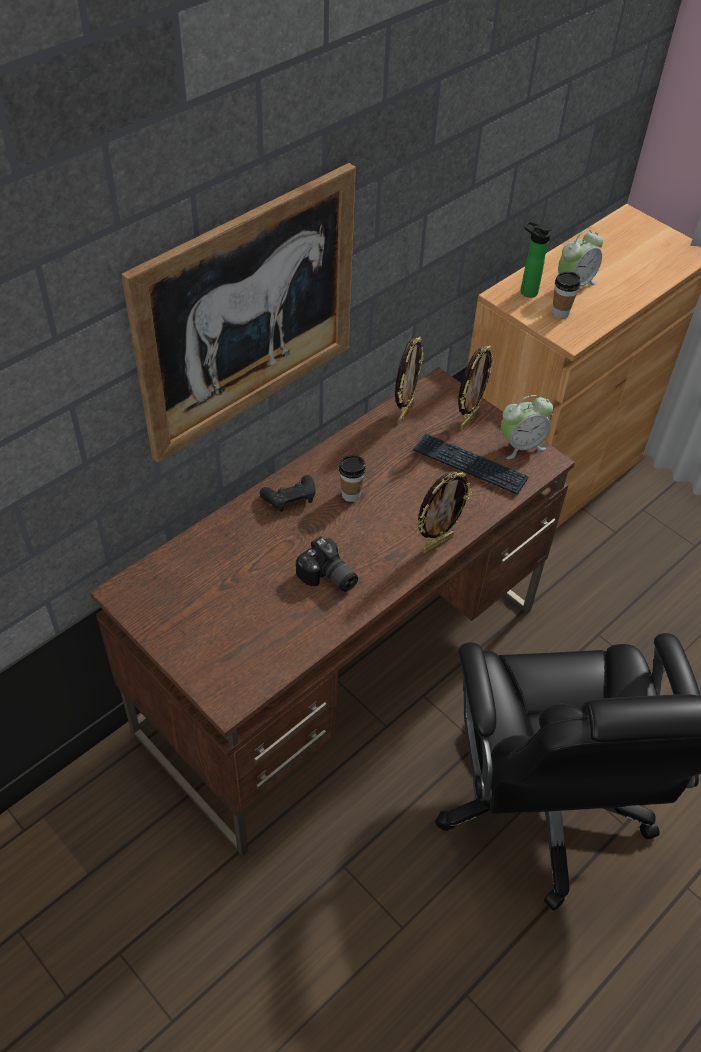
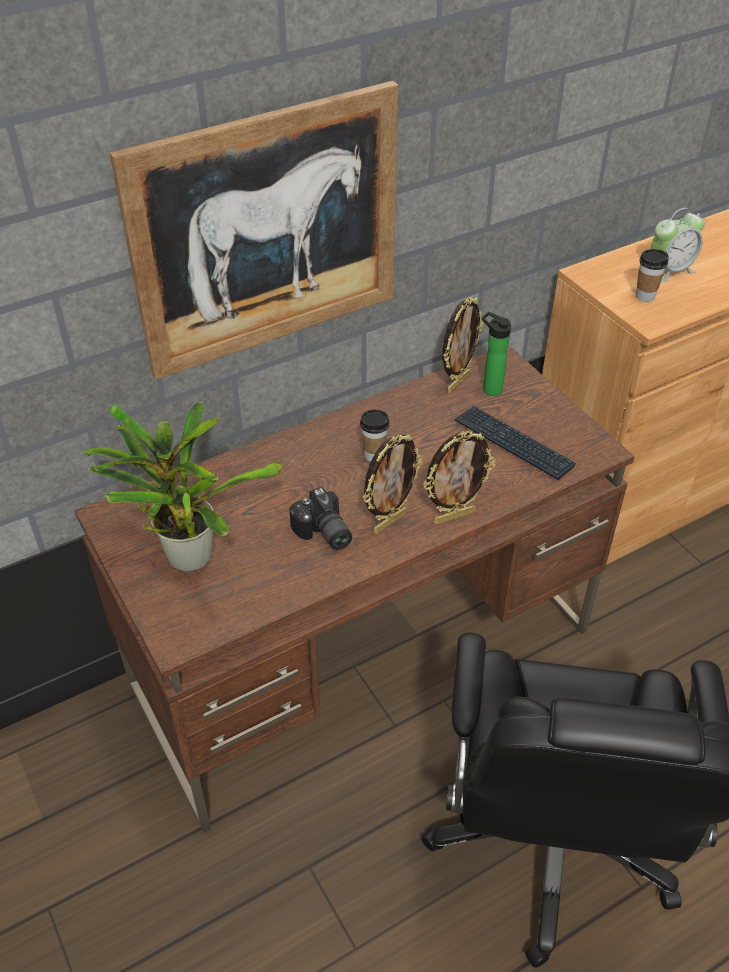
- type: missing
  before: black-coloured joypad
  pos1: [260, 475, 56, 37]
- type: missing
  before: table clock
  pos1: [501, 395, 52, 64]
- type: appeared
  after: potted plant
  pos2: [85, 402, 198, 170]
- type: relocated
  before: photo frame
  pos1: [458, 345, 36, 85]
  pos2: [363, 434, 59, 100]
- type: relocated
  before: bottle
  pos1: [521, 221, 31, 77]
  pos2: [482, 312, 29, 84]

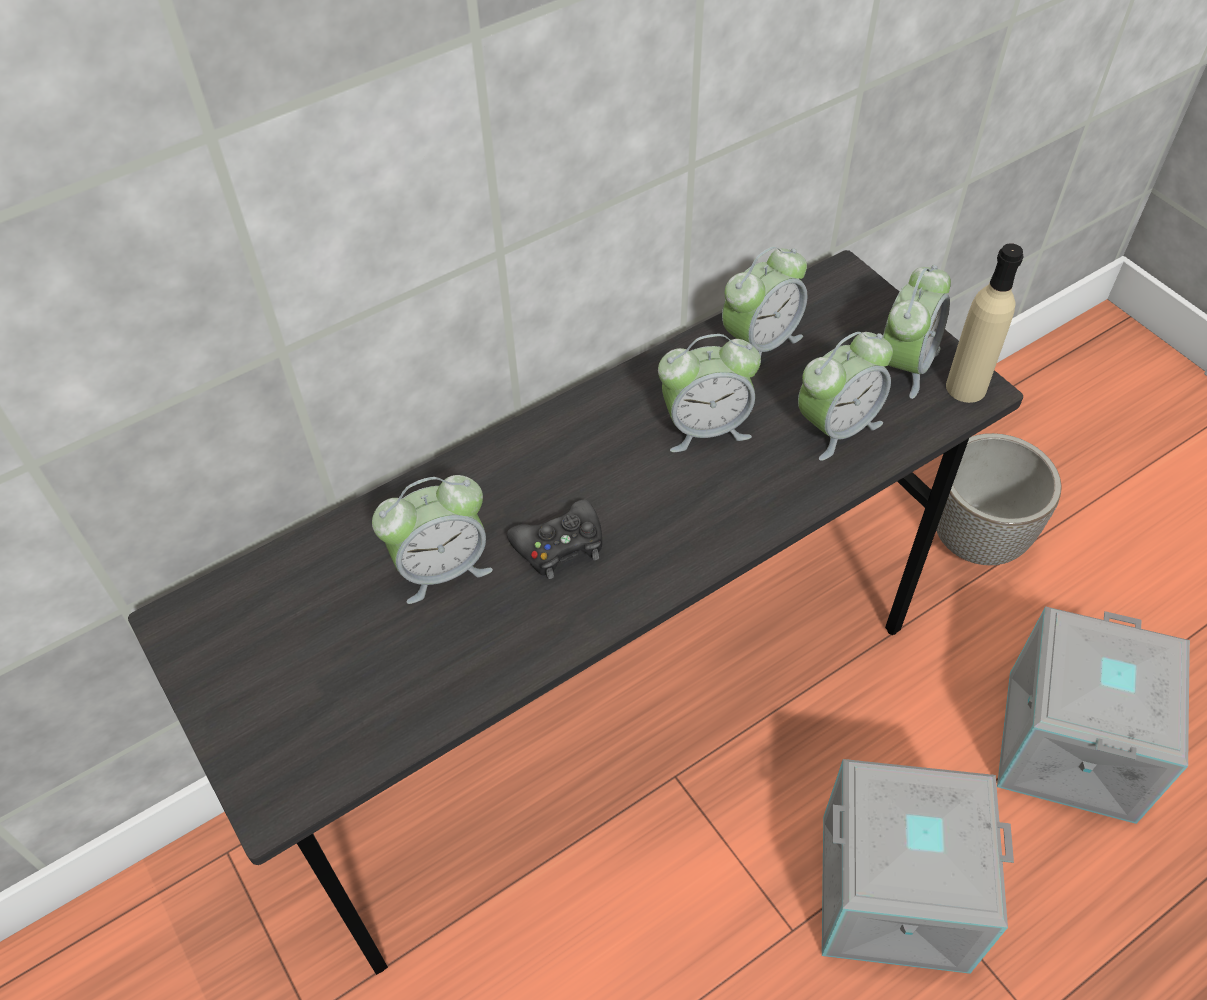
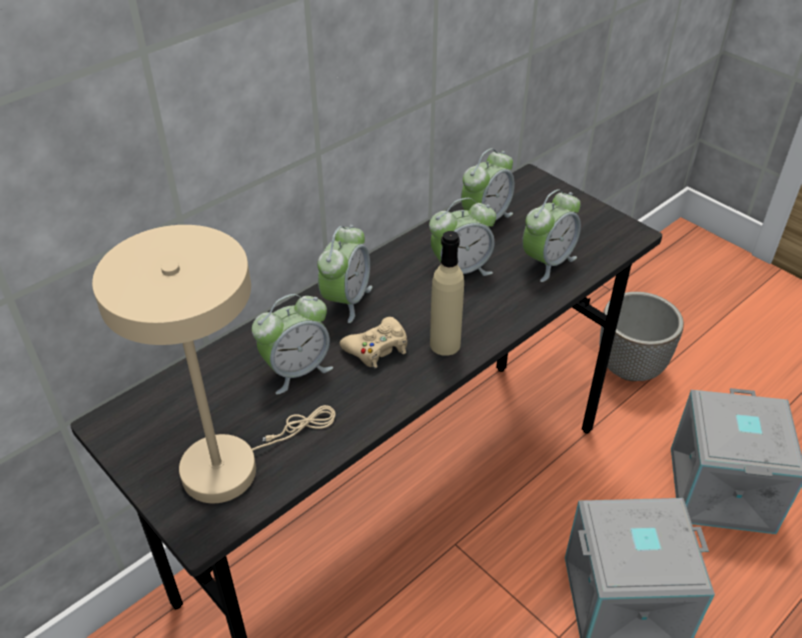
- type: appeared
  after: beige tabletop lamp
  pos2: [92, 225, 244, 278]
- type: relocated
  before: table clock
  pos1: [883, 265, 68, 134]
  pos2: [317, 225, 55, 98]
- type: relocated
  before: beige bottle
  pos1: [946, 243, 78, 160]
  pos2: [430, 231, 34, 125]
- type: colour
  before: black-coloured joypad
  after: beige joypad
  pos1: [507, 500, 95, 79]
  pos2: [340, 317, 67, 52]

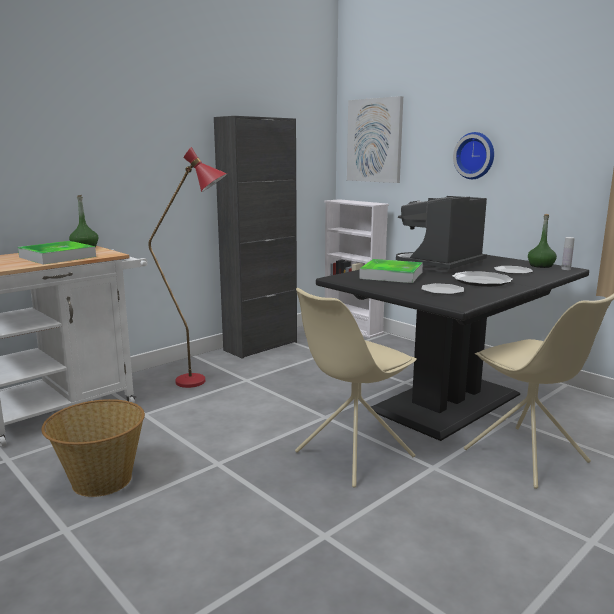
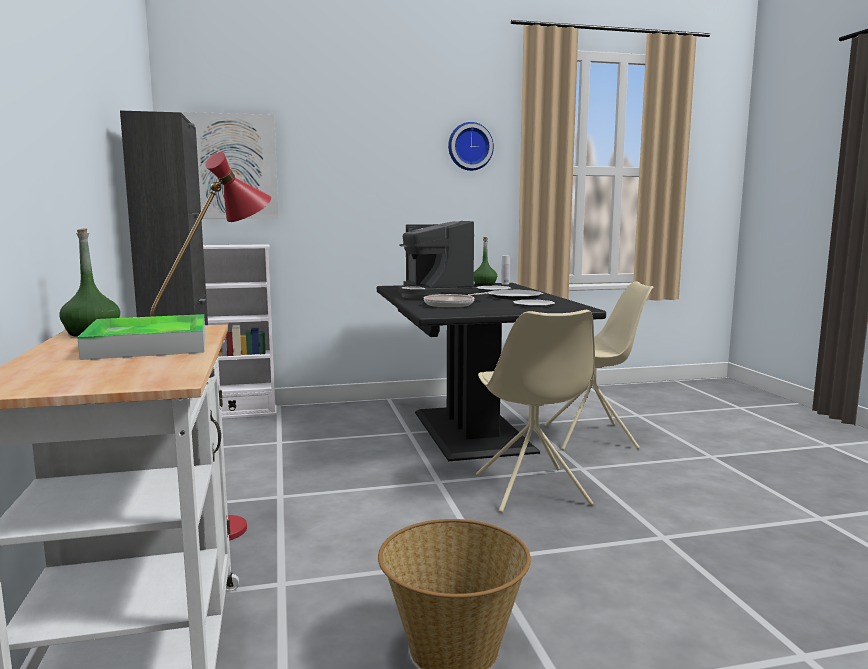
- type: relocated
  before: clock on the wall
  pos1: [453, 132, 41, 47]
  pos2: [448, 122, 46, 49]
- type: exchanged
  before: serving tray
  after: pan
  pos1: [359, 259, 64, 24]
  pos2: [424, 292, 65, 16]

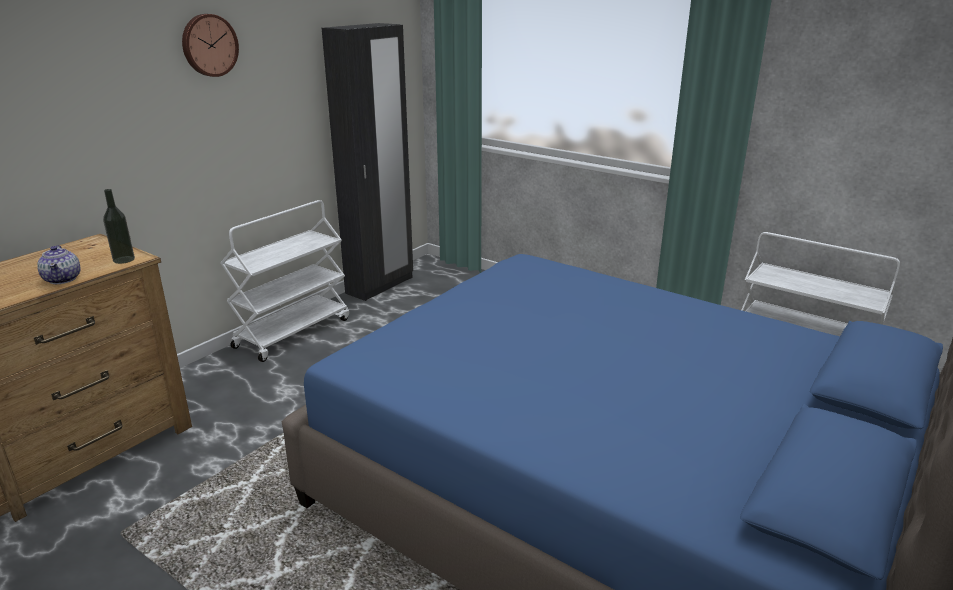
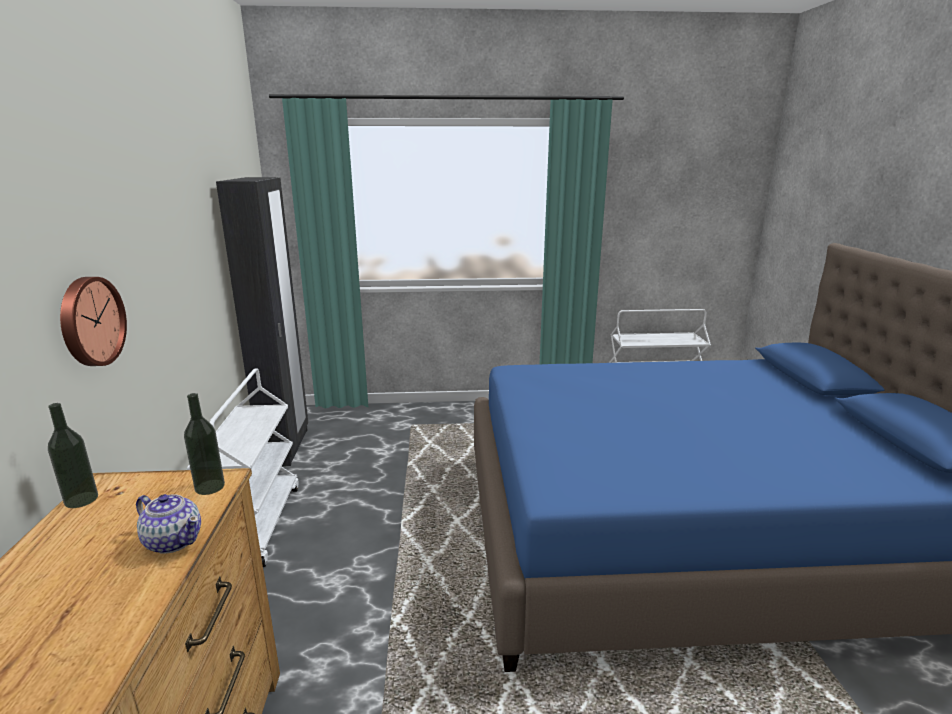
- type: appeared
  after: bottle
  pos2: [48, 403, 50, 105]
- type: relocated
  before: clock on the wall
  pos1: [182, 14, 57, 63]
  pos2: [60, 277, 67, 89]

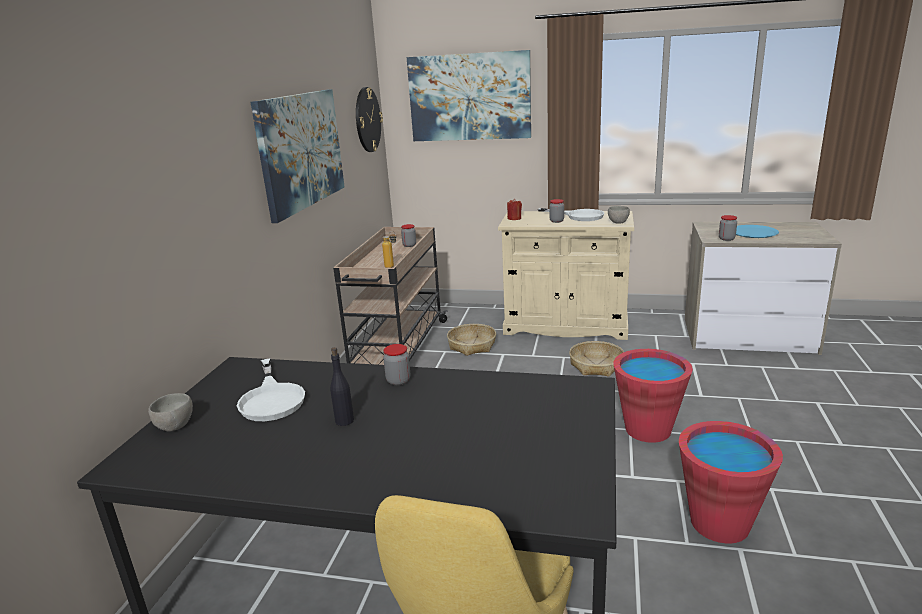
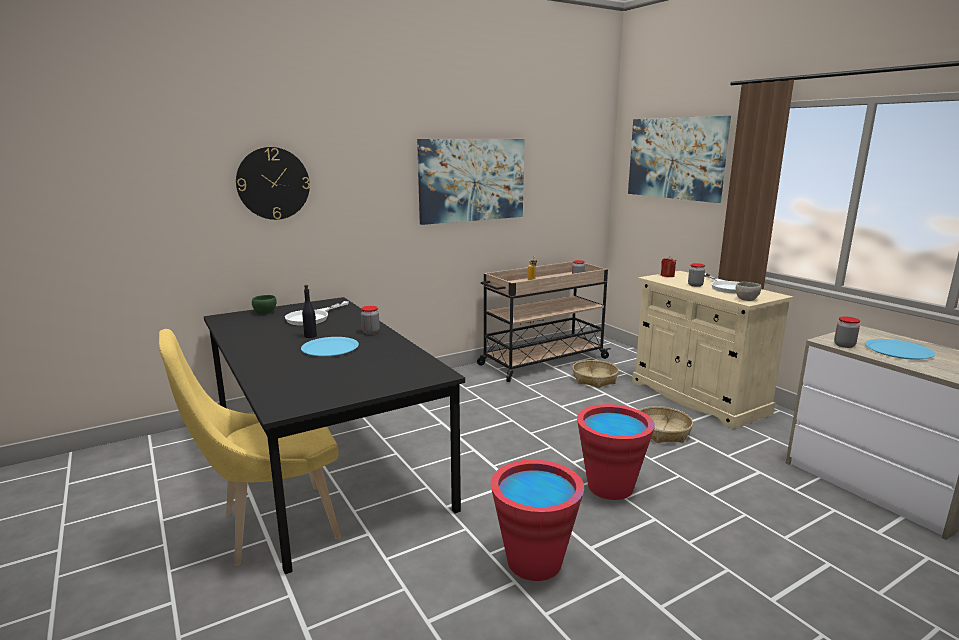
- type: appeared
  after: bluish flat dish
  pos2: [301, 337, 58, 20]
- type: relocated
  before: clock on the wall
  pos1: [356, 87, 27, 65]
  pos2: [236, 147, 74, 73]
- type: colour
  before: greyish serving bowl
  after: green serving bowl
  pos1: [148, 393, 45, 39]
  pos2: [252, 295, 25, 19]

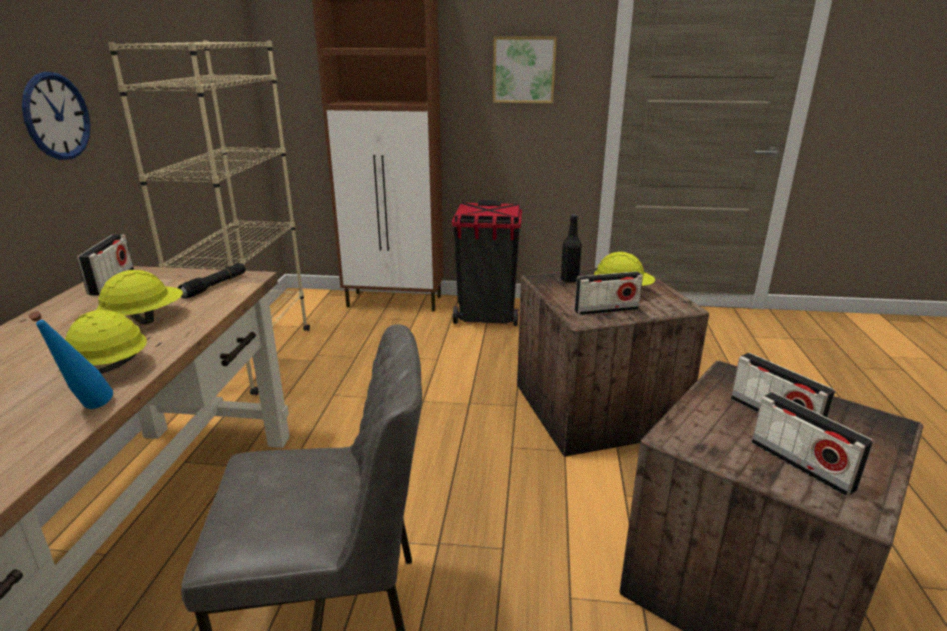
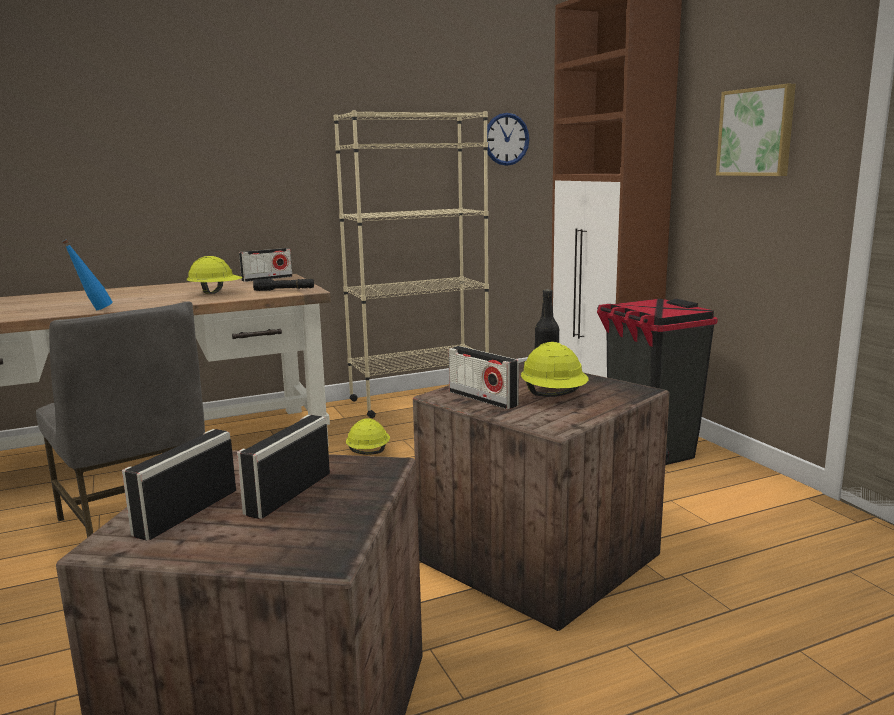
- type: relocated
  before: clock on the wall
  pos1: [22, 72, 68, 88]
  pos2: [487, 113, 42, 53]
- type: relocated
  before: yellow work helmet
  pos1: [65, 310, 82, 63]
  pos2: [346, 418, 44, 37]

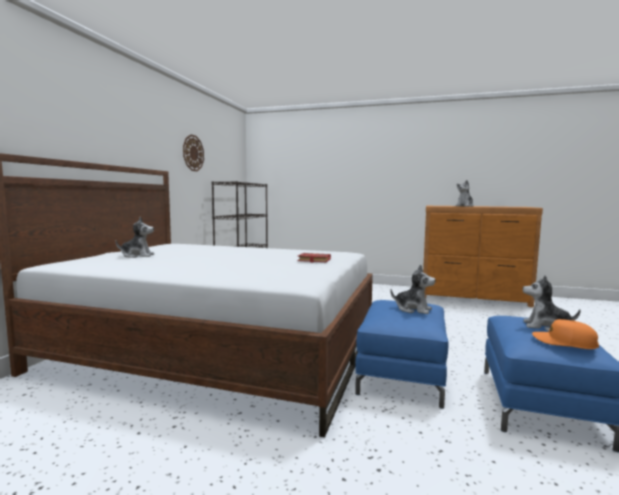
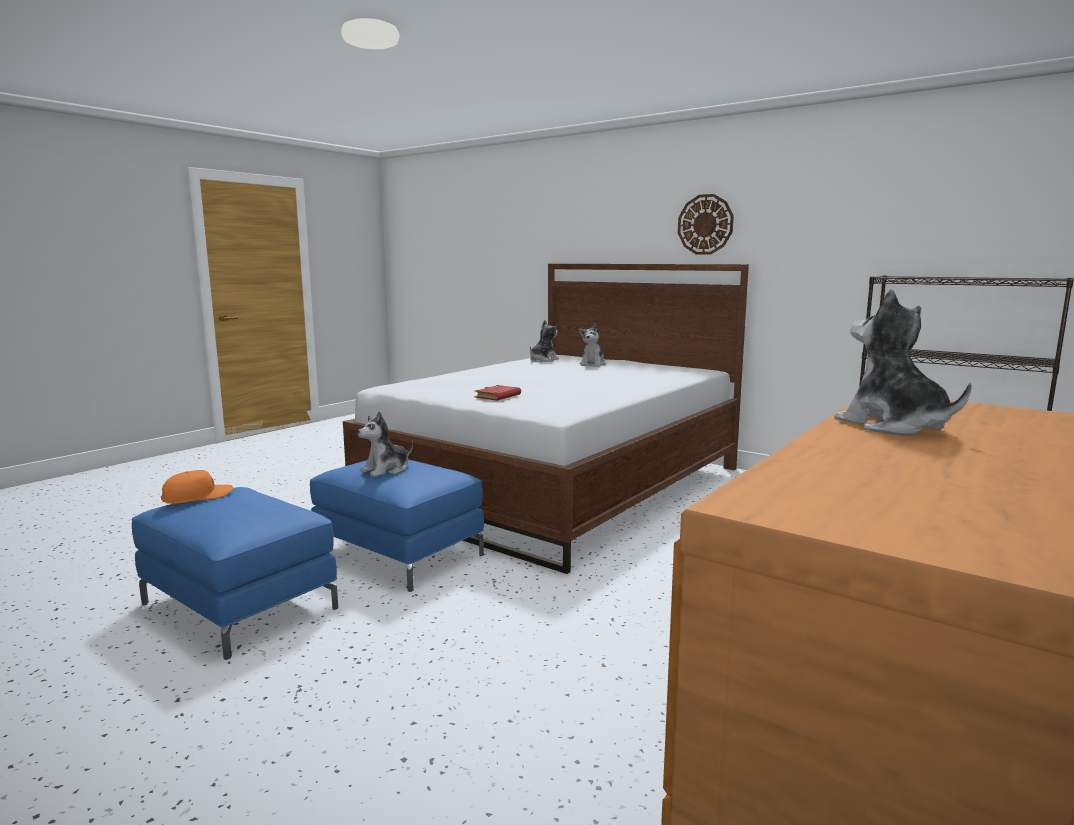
- type: relocated
  before: clock on the wall
  pos1: [183, 134, 21, 37]
  pos2: [678, 194, 56, 61]
- type: relocated
  before: plush toy
  pos1: [523, 275, 58, 57]
  pos2: [530, 320, 29, 42]

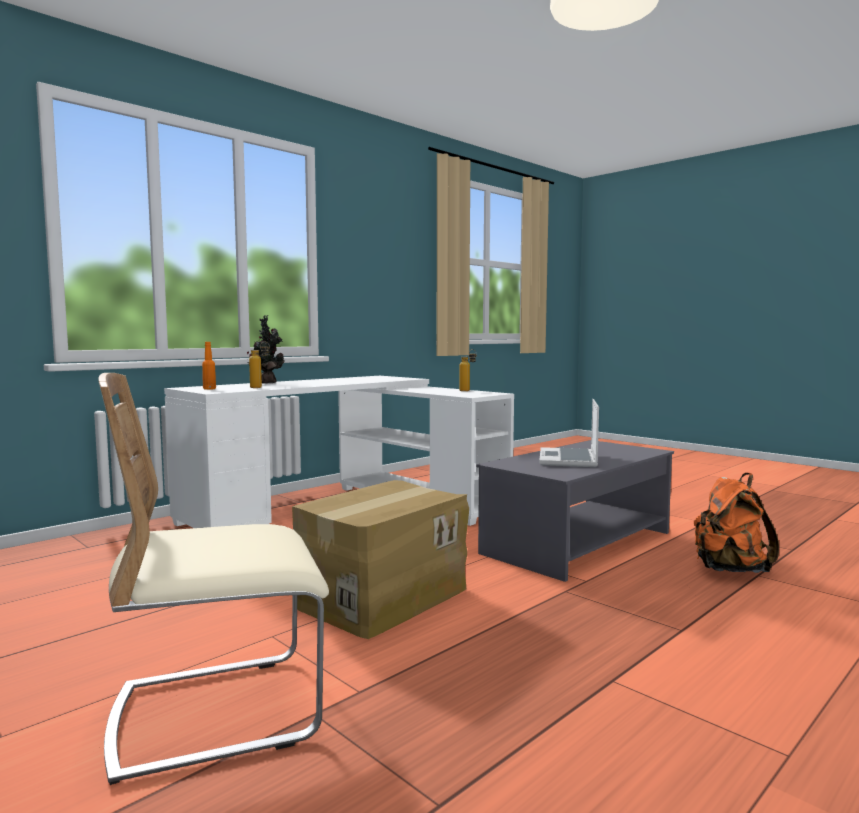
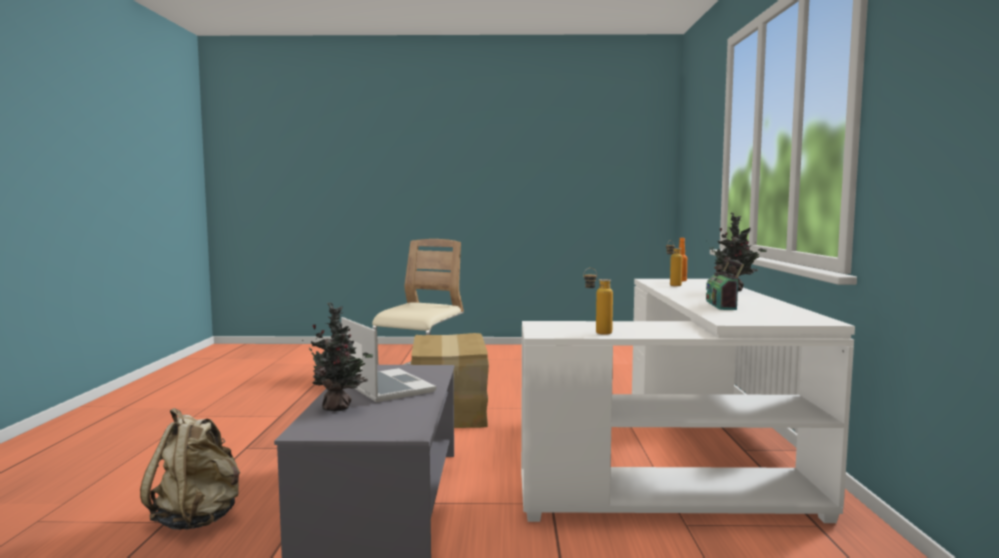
- type: appeared
  after: potted plant
  pos2: [302, 303, 71, 108]
- type: appeared
  after: radio receiver
  pos2: [706, 260, 38, 50]
- type: colour
  before: orangey rucksack
  after: beige rucksack
  pos1: [694, 473, 85, 100]
  pos2: [140, 408, 100, 122]

